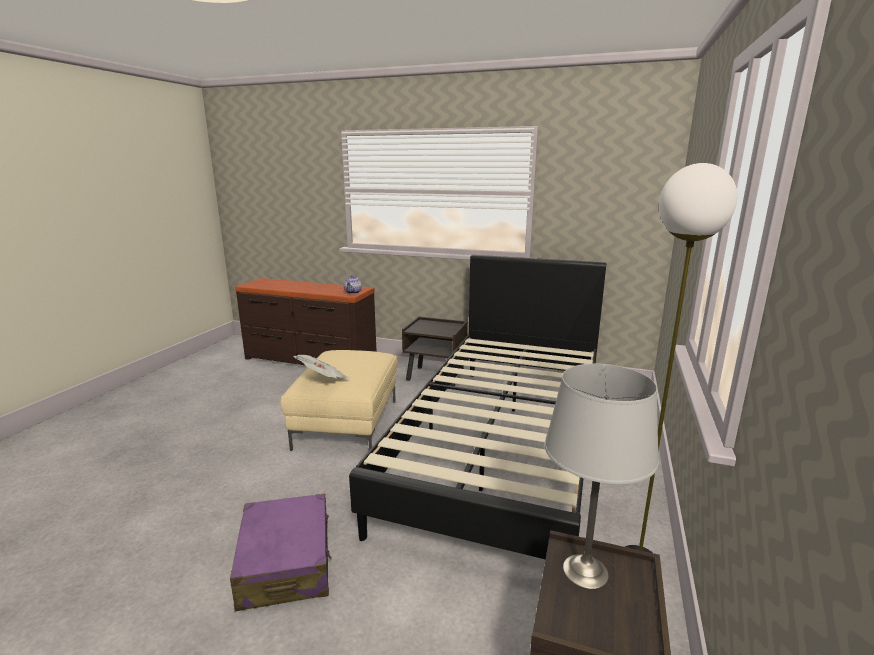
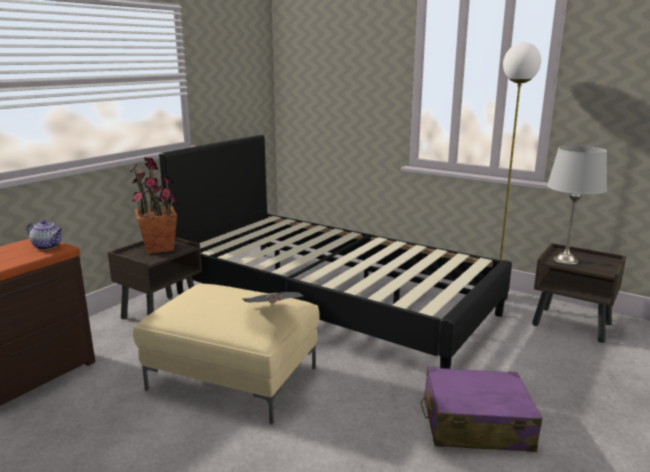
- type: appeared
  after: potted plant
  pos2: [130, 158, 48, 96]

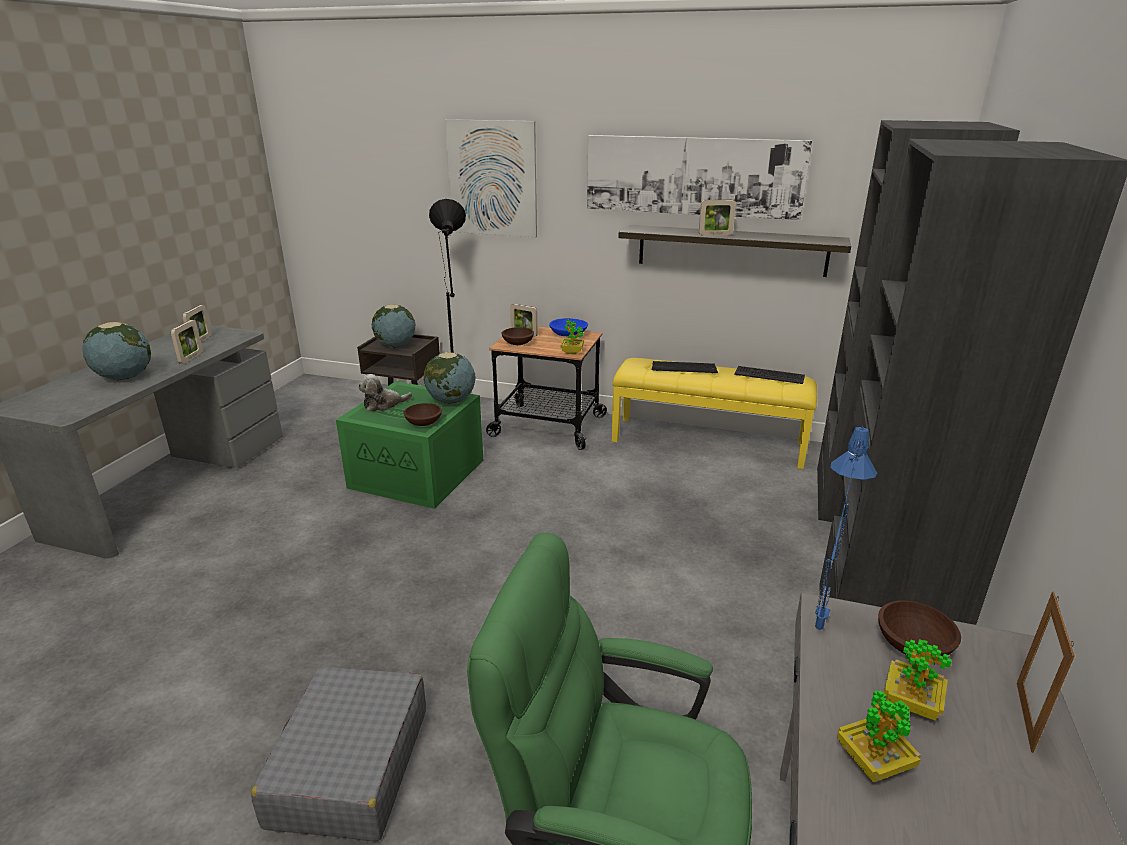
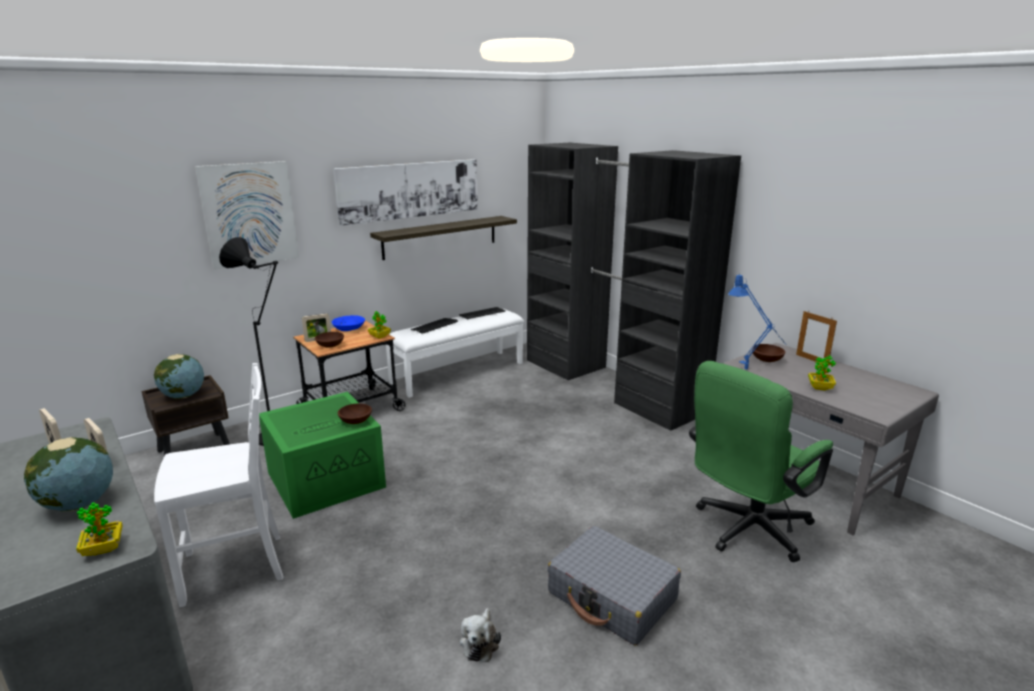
- type: missing
  before: globe
  pos1: [424, 352, 52, 52]
- type: missing
  before: photo frame
  pos1: [699, 200, 37, 36]
- type: appeared
  after: white-coloured upright chair
  pos2: [154, 363, 130, 244]
- type: relocated
  before: plush toy
  pos1: [358, 374, 54, 38]
  pos2: [460, 608, 41, 54]
- type: relocated
  before: potted plant
  pos1: [884, 639, 68, 82]
  pos2: [76, 502, 47, 54]
- type: colour
  before: yellow indoor bench
  after: white-coloured indoor bench
  pos1: [612, 358, 205, 111]
  pos2: [386, 308, 138, 90]

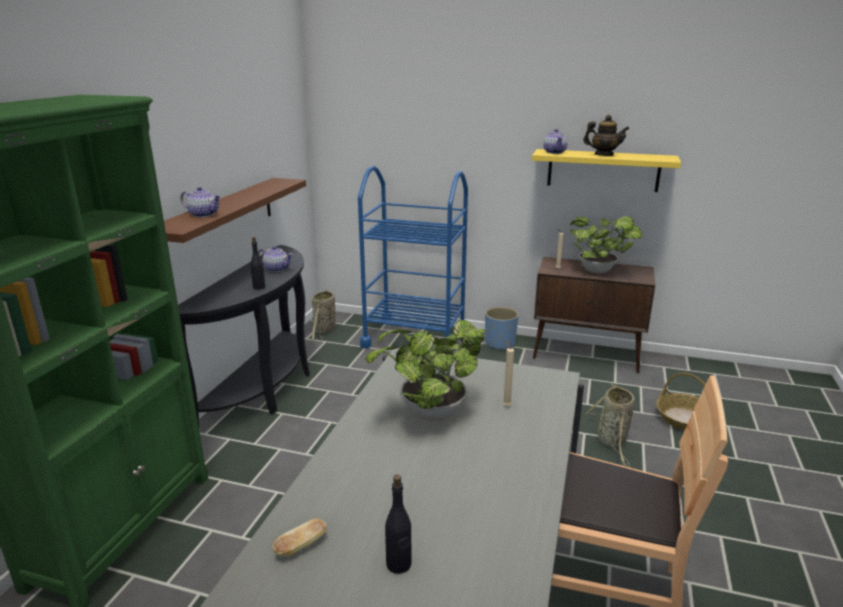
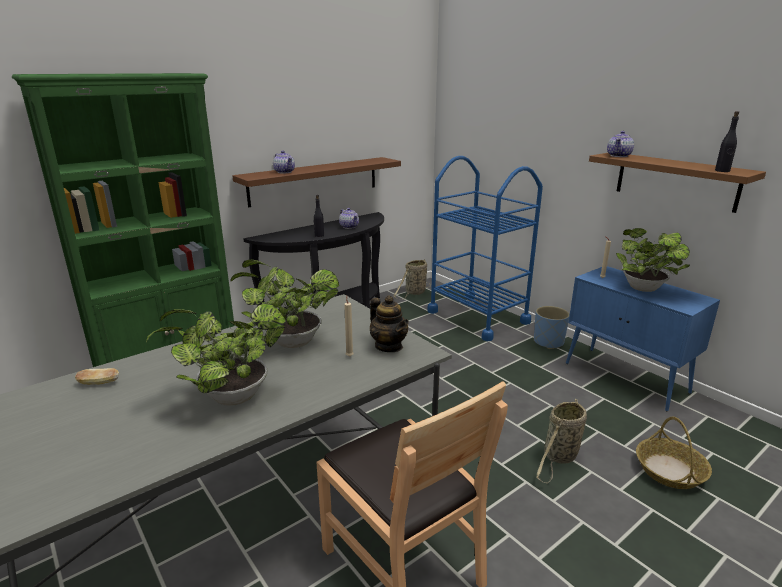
- type: appeared
  after: potted plant
  pos2: [146, 303, 140, 103]
- type: relocated
  before: black-coloured bottle
  pos1: [385, 475, 27, 99]
  pos2: [715, 111, 24, 61]
- type: relocated
  before: tea pot
  pos1: [583, 115, 47, 41]
  pos2: [370, 296, 39, 56]
- type: colour
  before: yellow bracket shelf
  after: brown bracket shelf
  pos1: [532, 149, 149, 43]
  pos2: [589, 153, 177, 60]
- type: colour
  before: brown storage cabinet
  after: bluish storage cabinet
  pos1: [533, 257, 122, 116]
  pos2: [566, 266, 154, 145]

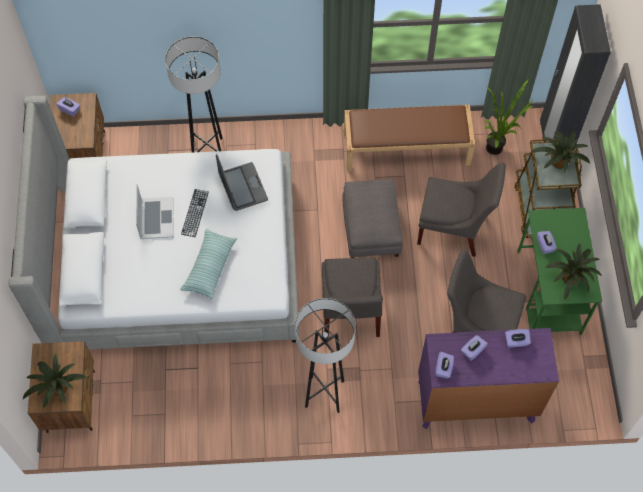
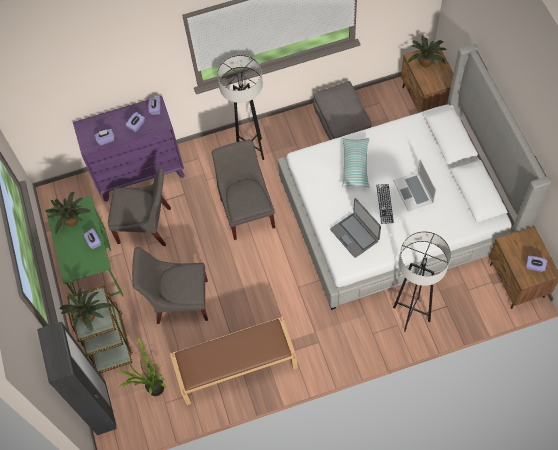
- type: relocated
  before: greyish ottoman
  pos1: [342, 179, 60, 79]
  pos2: [313, 81, 58, 59]

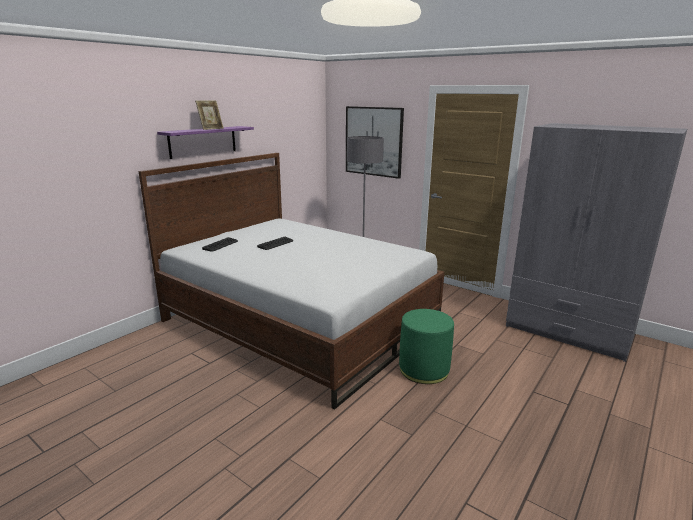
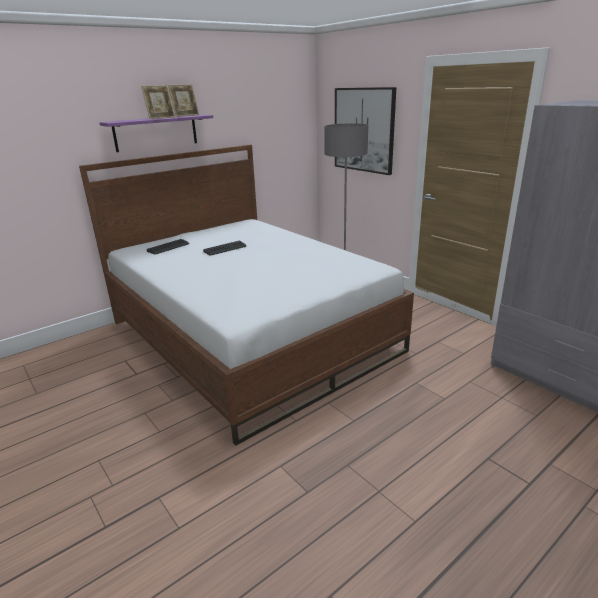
- type: missing
  before: green ottoman
  pos1: [399, 309, 55, 75]
- type: appeared
  after: photo frame
  pos2: [168, 85, 31, 32]

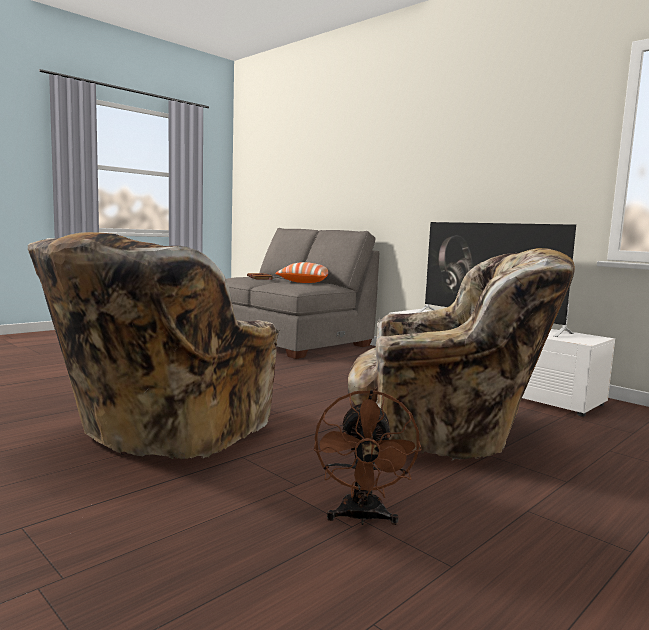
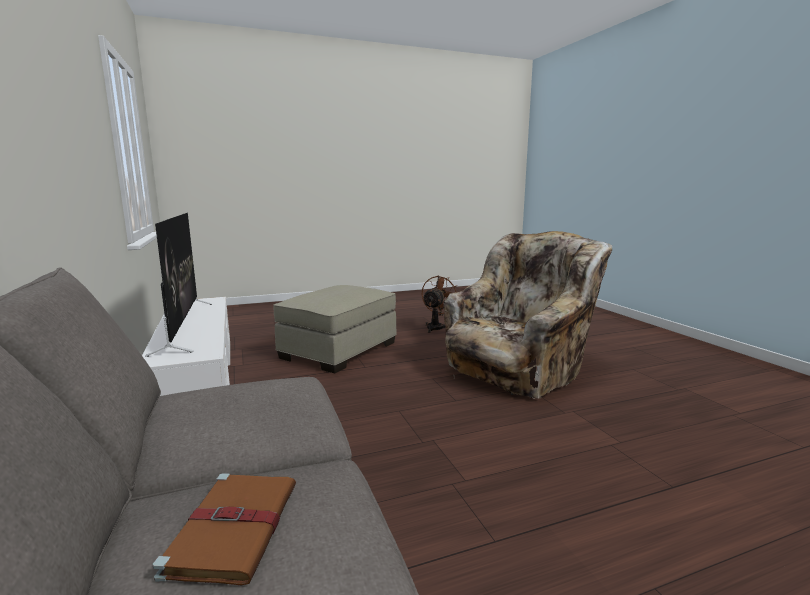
- type: missing
  before: throw pillow
  pos1: [275, 262, 53, 21]
- type: exchanged
  before: beige armchair
  after: beige ottoman
  pos1: [348, 248, 227, 212]
  pos2: [273, 285, 124, 88]

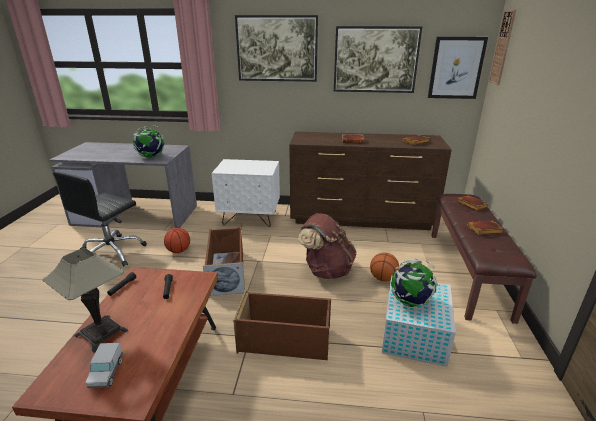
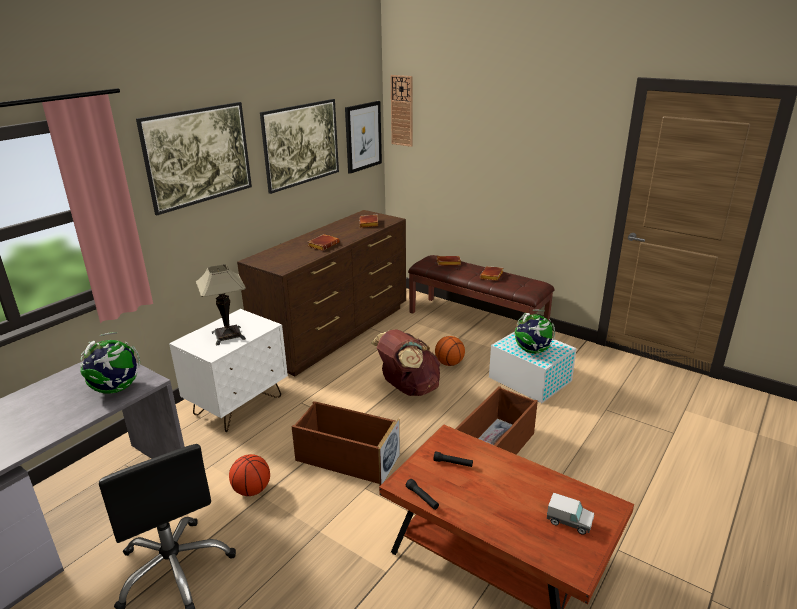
- type: relocated
  before: tabletop lamp
  pos1: [43, 248, 85, 104]
  pos2: [196, 264, 50, 82]

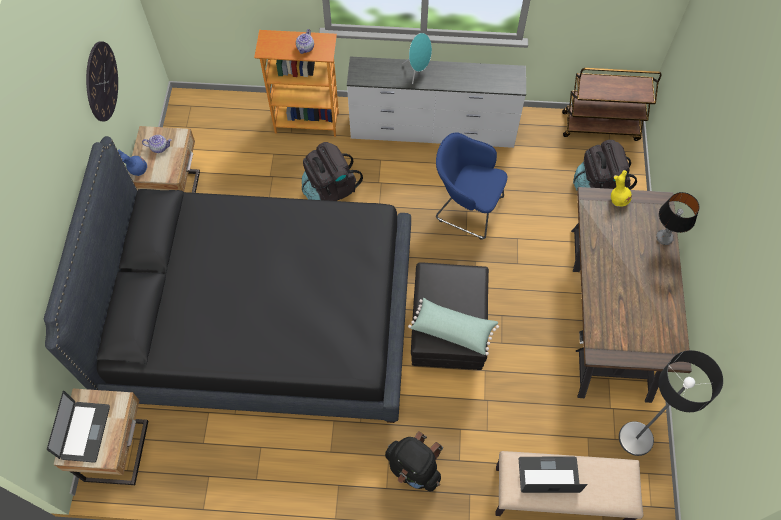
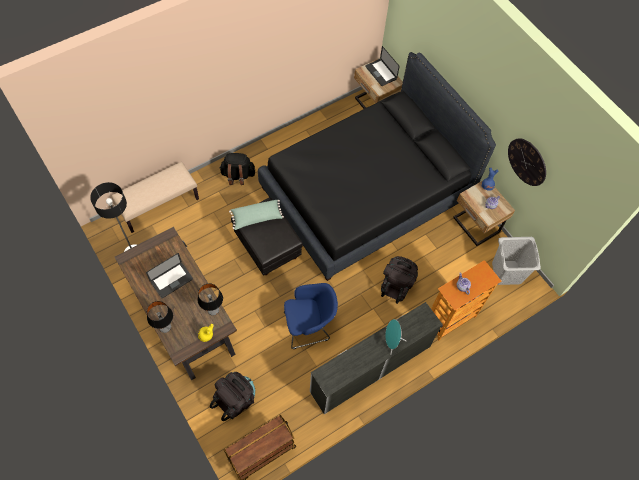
- type: appeared
  after: tabletop lamp
  pos2: [198, 283, 25, 33]
- type: appeared
  after: greyish laundry basket
  pos2: [492, 237, 49, 48]
- type: relocated
  before: laptop
  pos1: [519, 457, 69, 36]
  pos2: [146, 253, 47, 45]

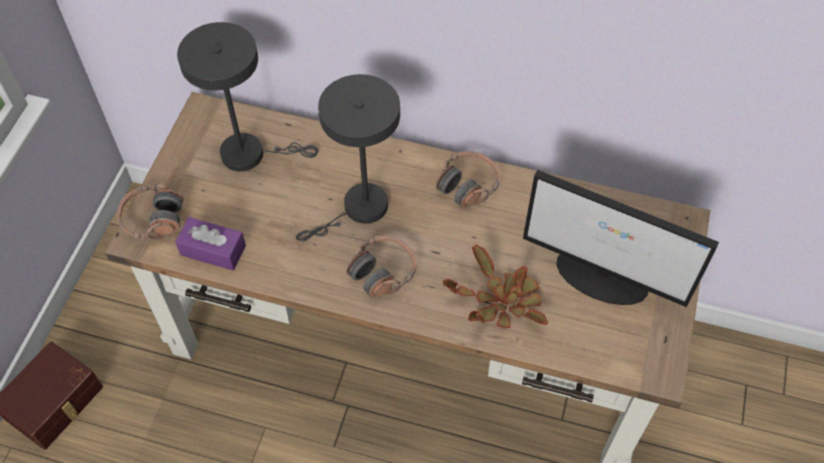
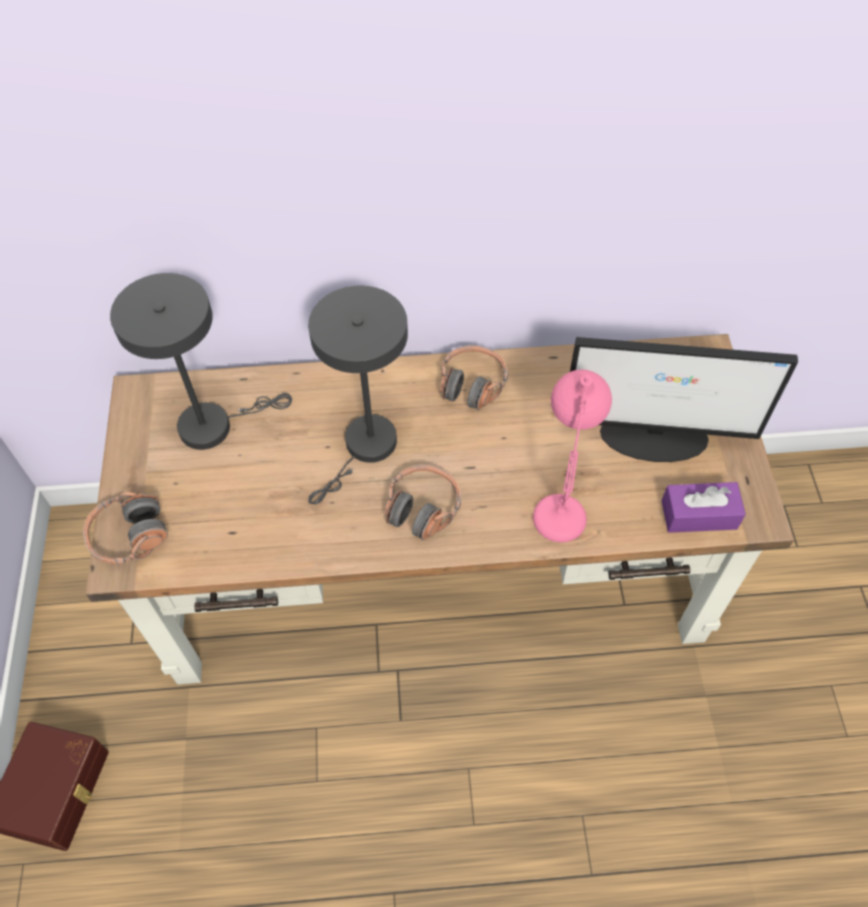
- type: relocated
  before: purplish tissue holder
  pos1: [175, 217, 71, 53]
  pos2: [661, 482, 85, 51]
- type: exchanged
  before: potted plant
  after: pinkish tabletop lamp
  pos1: [443, 245, 105, 83]
  pos2: [533, 370, 79, 172]

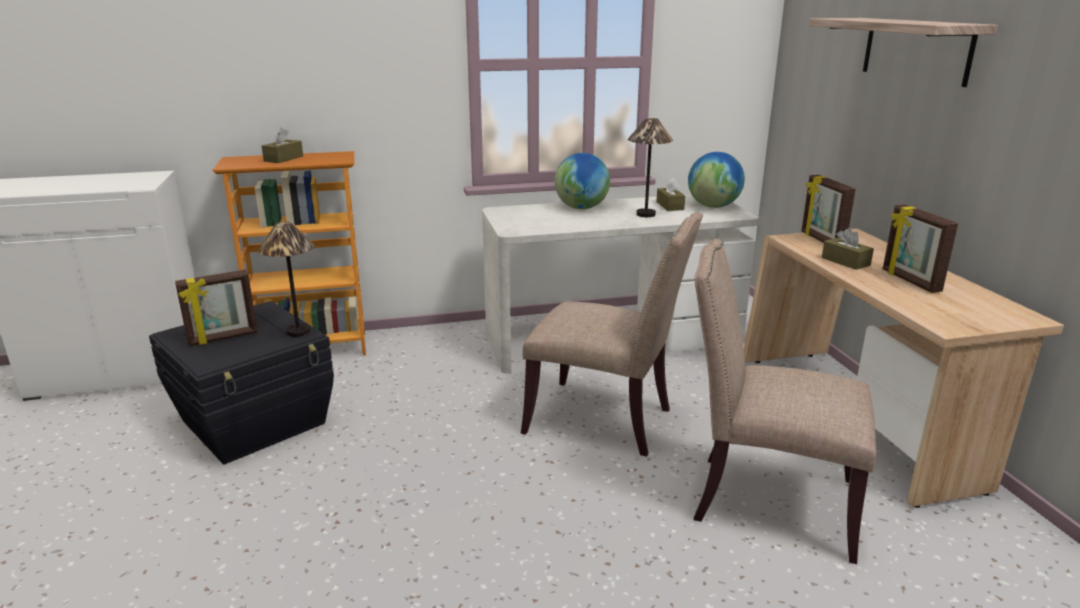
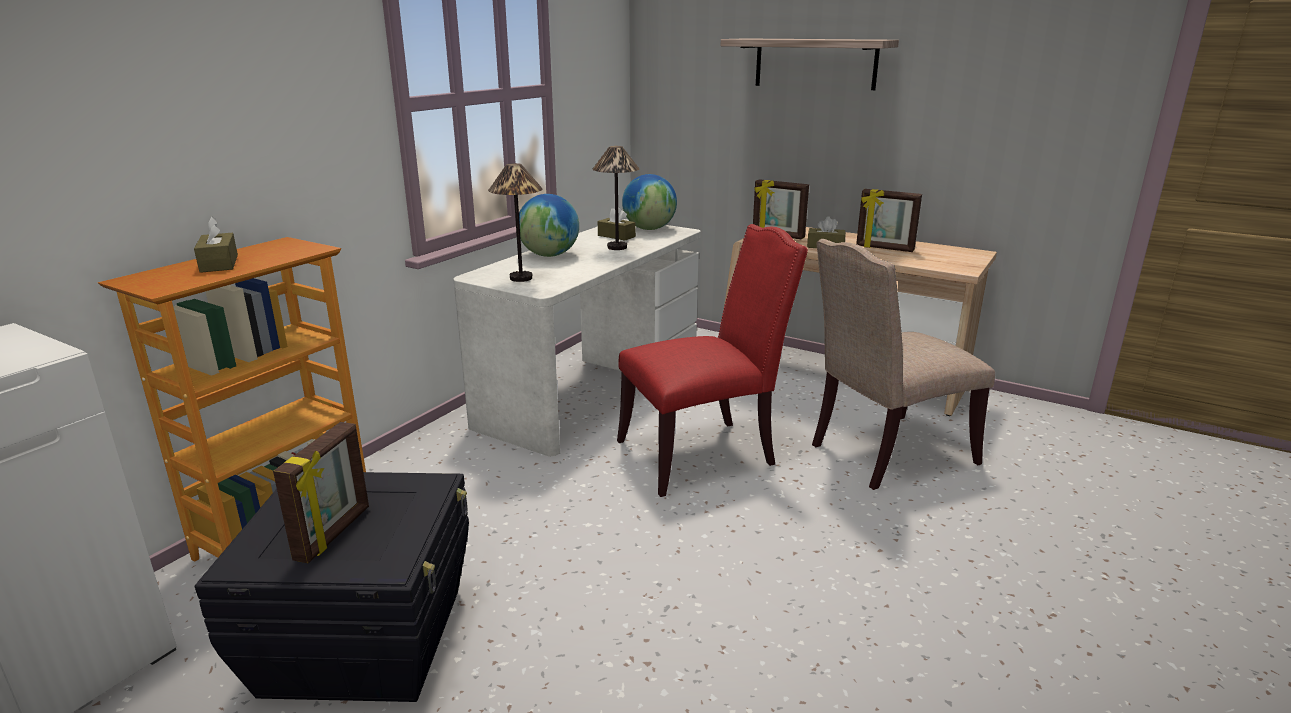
- type: relocated
  before: tabletop lamp
  pos1: [258, 222, 57, 115]
  pos2: [488, 163, 54, 119]
- type: colour
  before: beige upright chair
  after: red-coloured upright chair
  pos1: [521, 212, 182, 245]
  pos2: [617, 224, 191, 273]

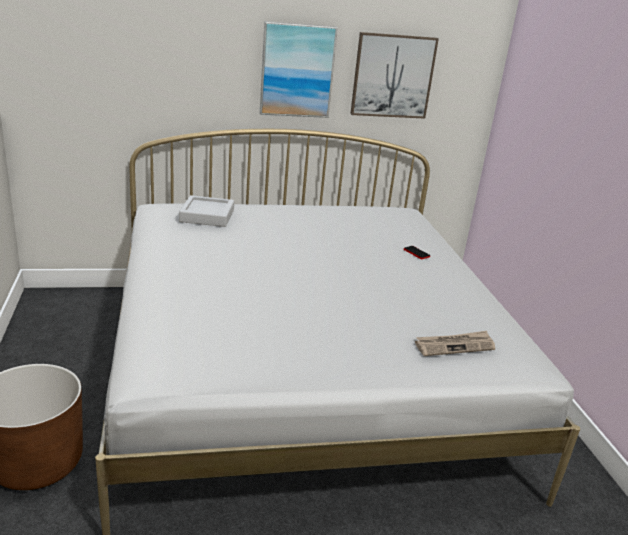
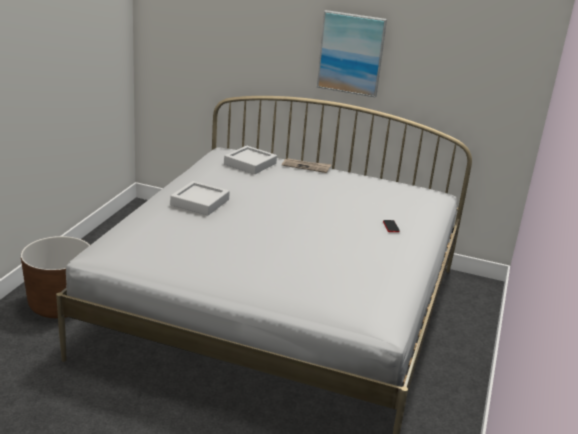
- type: missing
  before: wall art
  pos1: [350, 32, 89, 87]
- type: appeared
  after: greyish serving tray
  pos2: [170, 181, 60, 34]
- type: relocated
  before: newspaper
  pos1: [415, 331, 80, 25]
  pos2: [282, 158, 50, 15]

